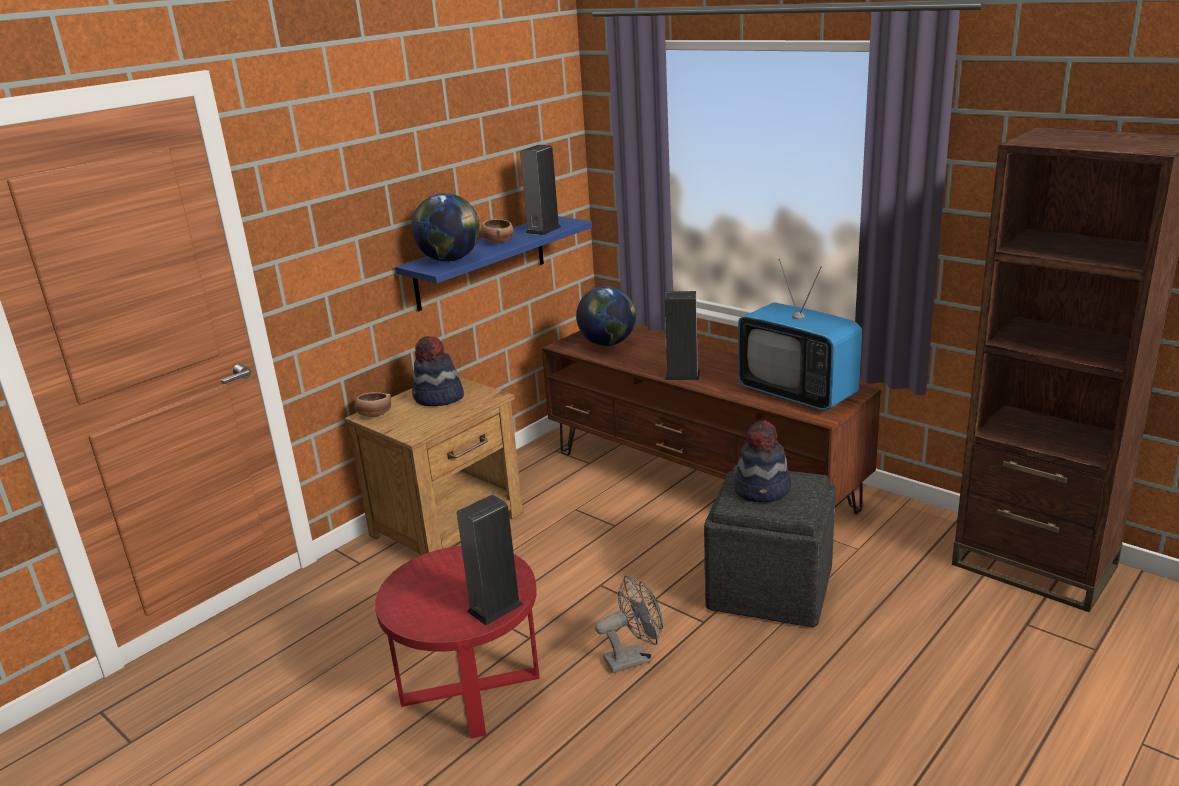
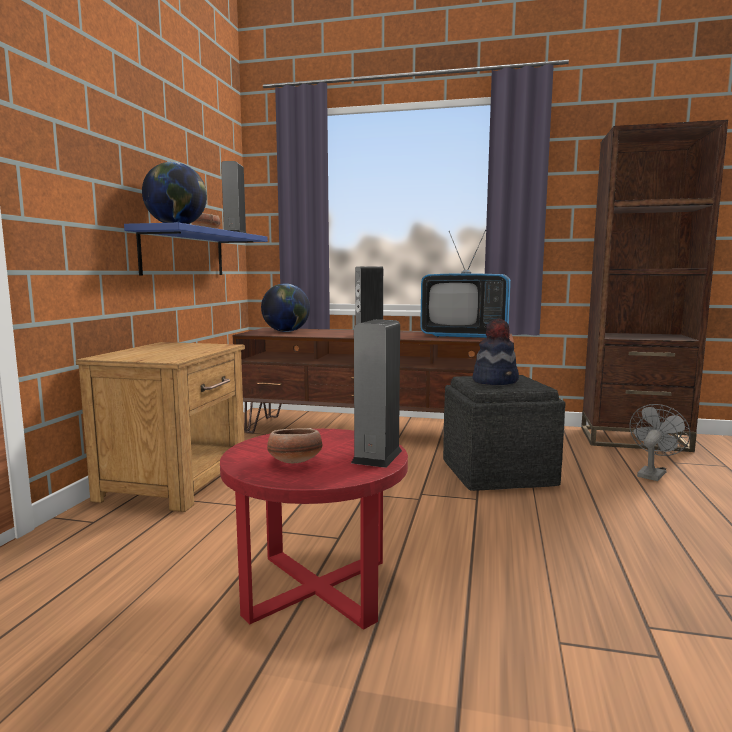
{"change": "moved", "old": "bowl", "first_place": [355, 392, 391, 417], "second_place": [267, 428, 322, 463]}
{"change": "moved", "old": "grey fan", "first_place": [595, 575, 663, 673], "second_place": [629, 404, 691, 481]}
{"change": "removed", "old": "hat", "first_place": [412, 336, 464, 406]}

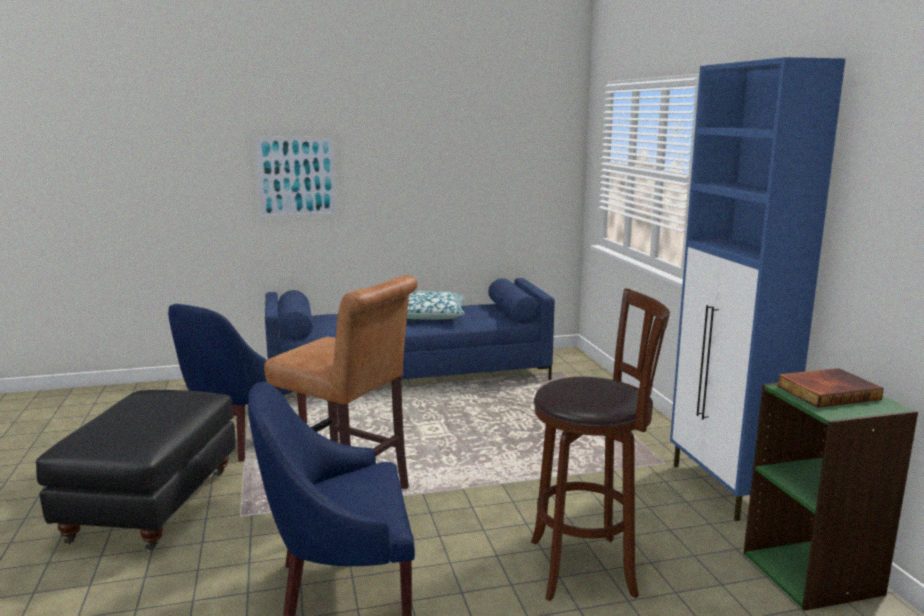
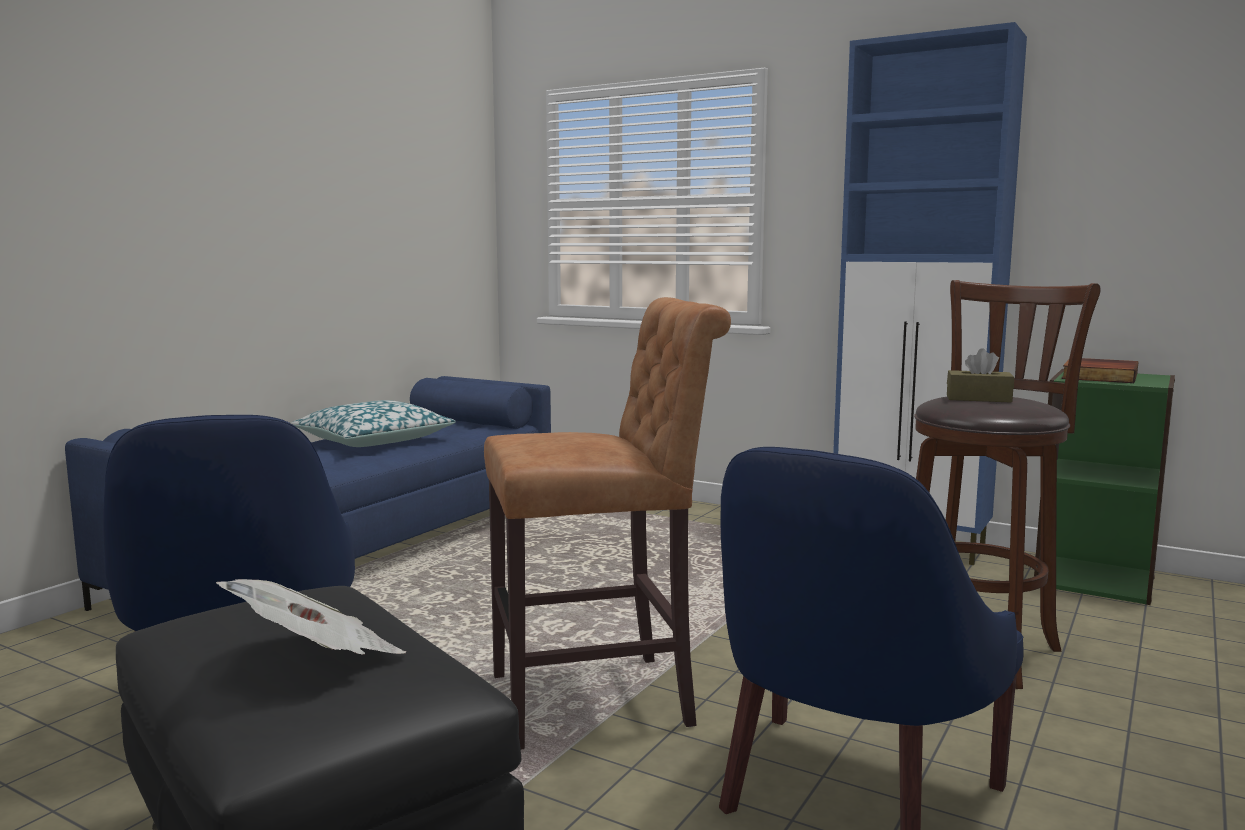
{"change": "added", "new": "newspaper", "second_place": [216, 579, 407, 655]}
{"change": "added", "new": "brown tissue box", "second_place": [947, 348, 1014, 403]}
{"change": "removed", "old": "picture", "first_place": [253, 136, 338, 218]}

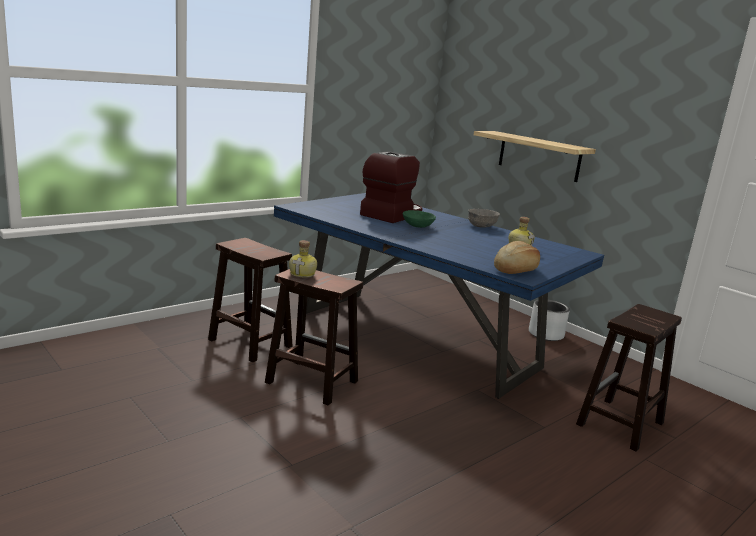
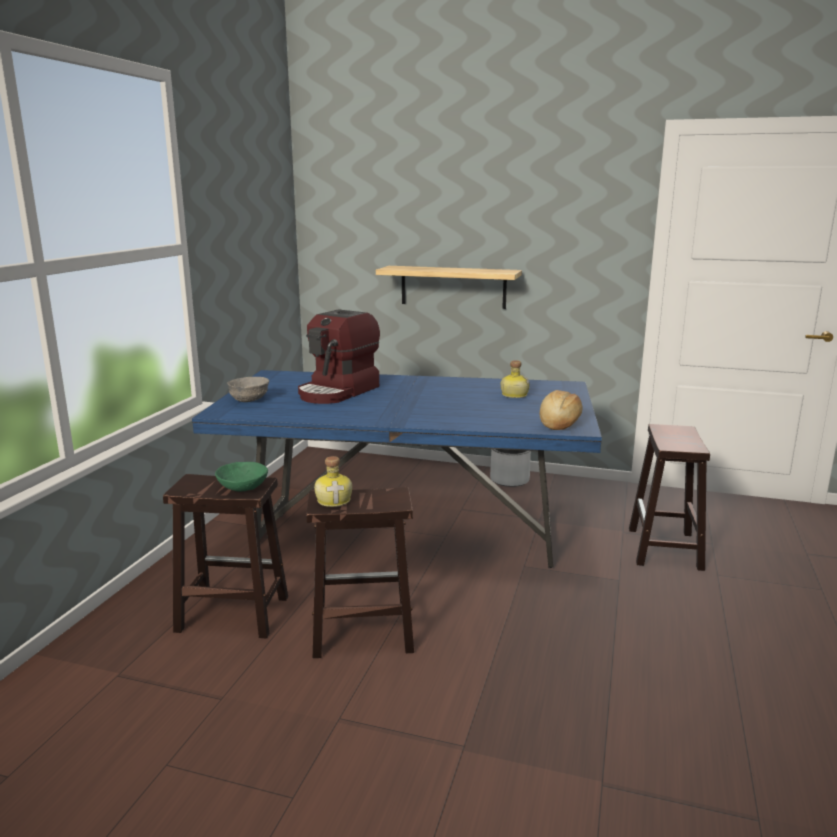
{"change": "moved", "old": "green bowl", "first_place": [403, 210, 436, 228], "second_place": [215, 462, 268, 492]}
{"change": "moved", "old": "grey bowl", "first_place": [468, 209, 500, 227], "second_place": [227, 377, 269, 402]}
{"change": "turned", "old": "coffee machine", "first_place": [360, 151, 422, 223], "second_place": [298, 309, 380, 404], "degrees": -150}

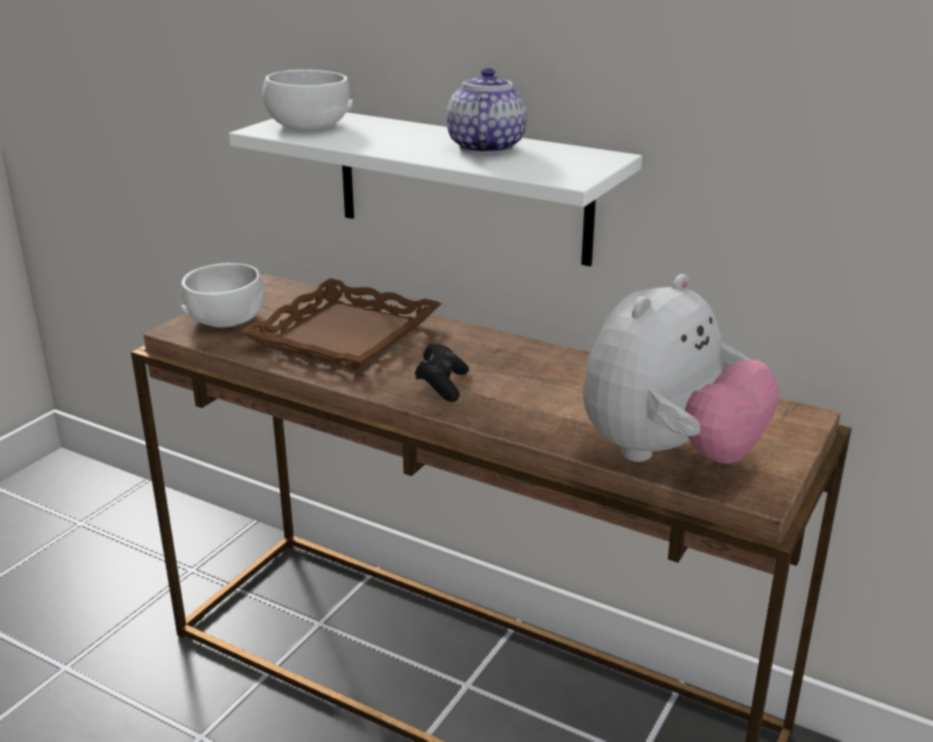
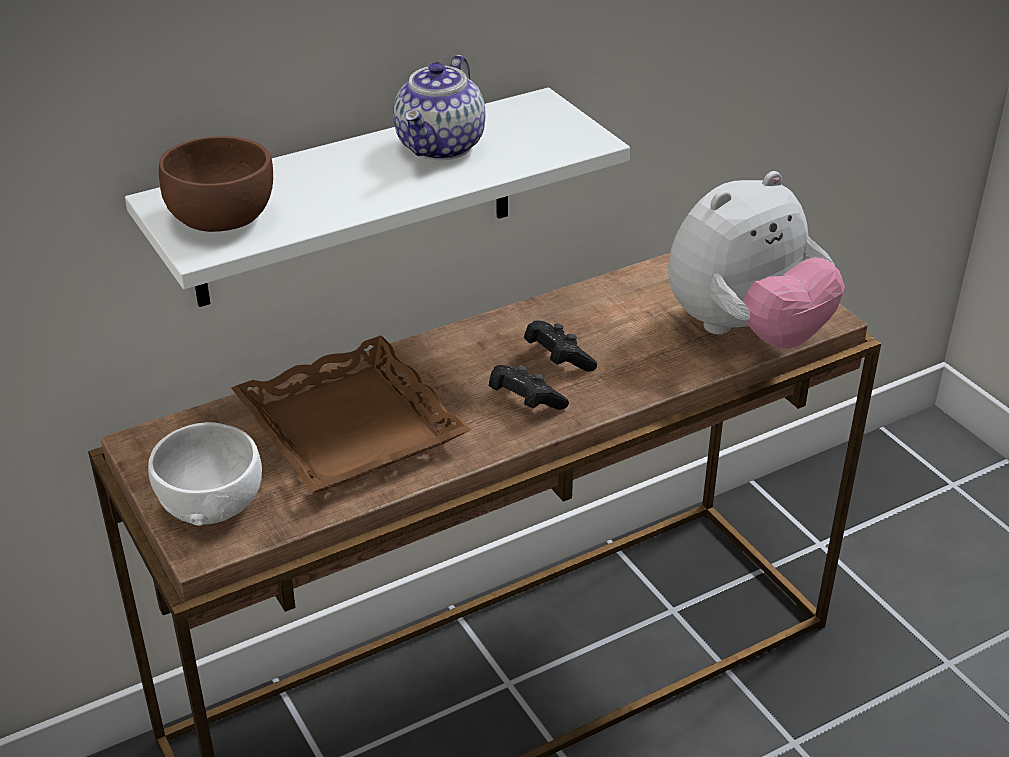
{"change": "recoloured", "old": "white bowl", "new": "brown bowl", "first_place": [262, 70, 353, 130], "second_place": [159, 136, 273, 232]}
{"change": "turned", "old": "teapot", "first_place": [446, 68, 527, 154], "second_place": [393, 55, 485, 160], "degrees": -105}
{"change": "added", "new": "black game controller", "second_place": [524, 320, 597, 371]}
{"change": "turned", "old": "plush toy", "first_place": [583, 274, 780, 464], "second_place": [668, 171, 845, 349], "degrees": 75}

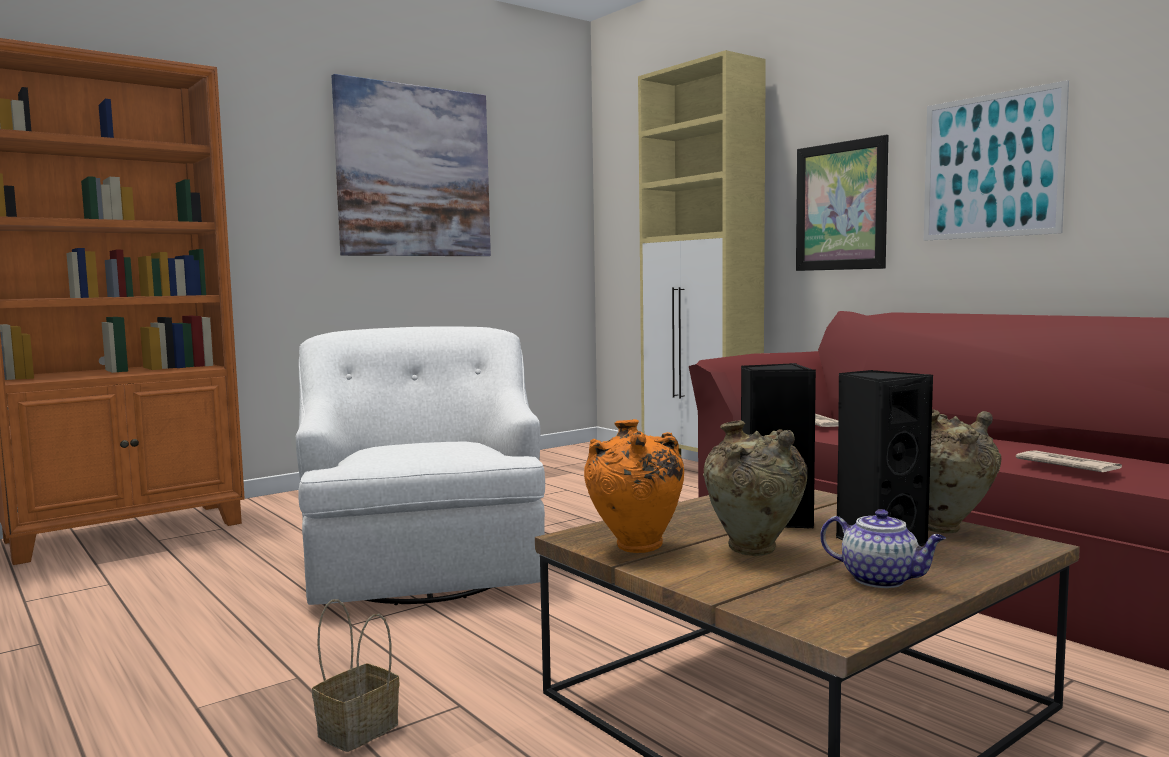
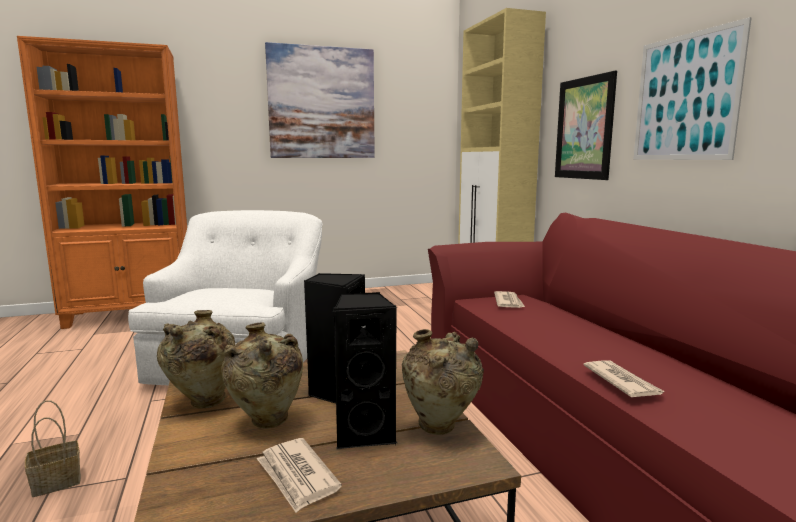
{"change": "recoloured", "old": "orange vase", "new": "beige vase", "first_place": [584, 419, 684, 553], "second_place": [157, 310, 235, 409]}
{"change": "replaced", "old": "teapot", "new": "newspaper", "first_place": [820, 509, 946, 588], "second_place": [257, 438, 342, 513]}

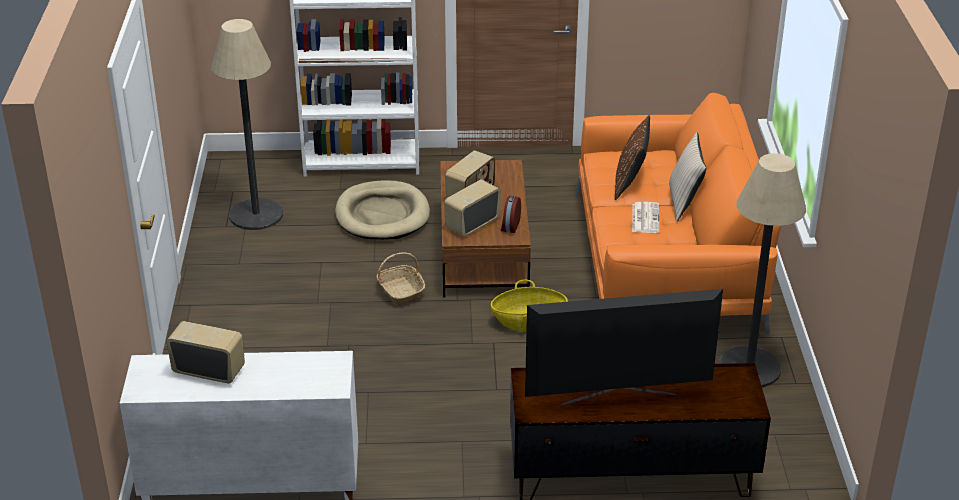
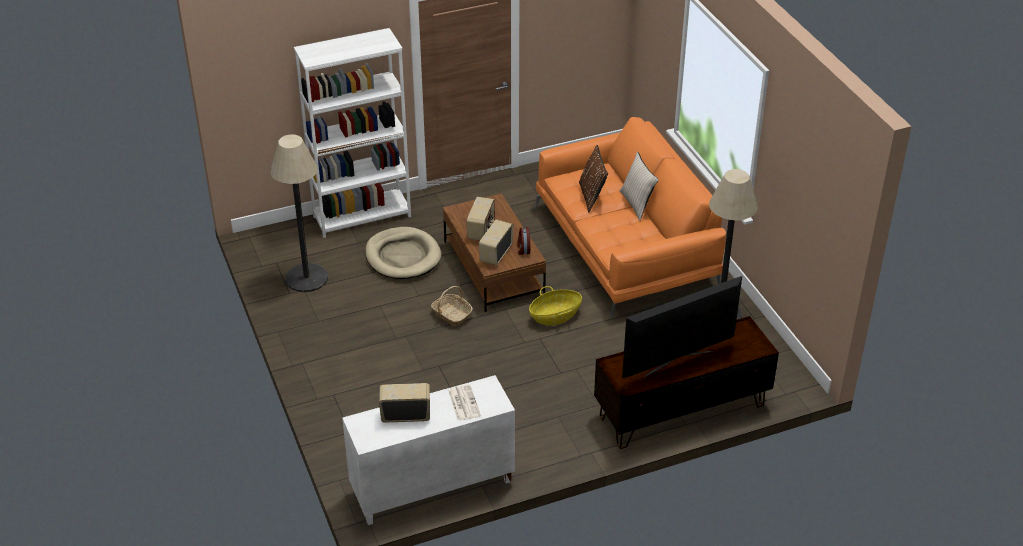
{"change": "moved", "old": "newspaper", "first_place": [632, 202, 659, 233], "second_place": [448, 384, 481, 421]}

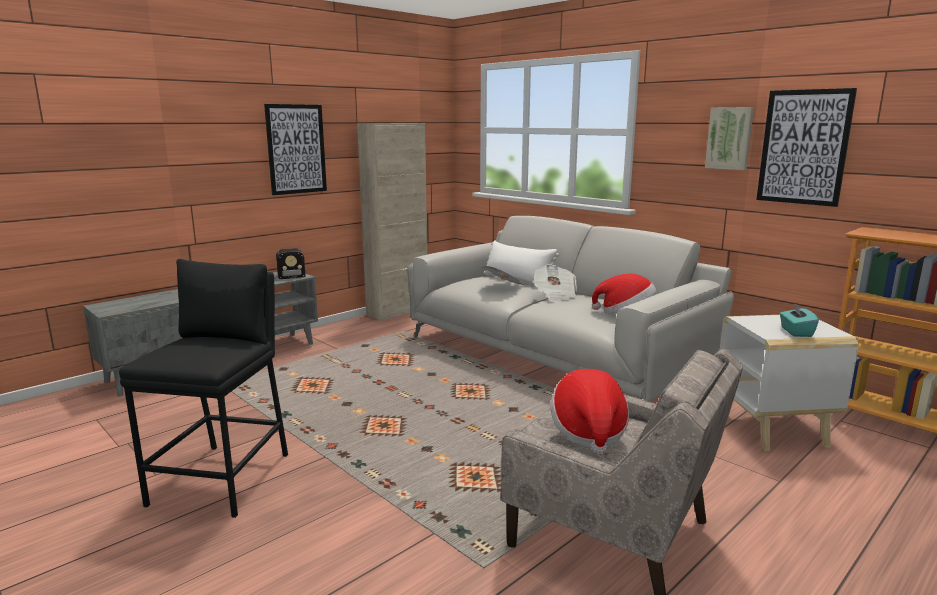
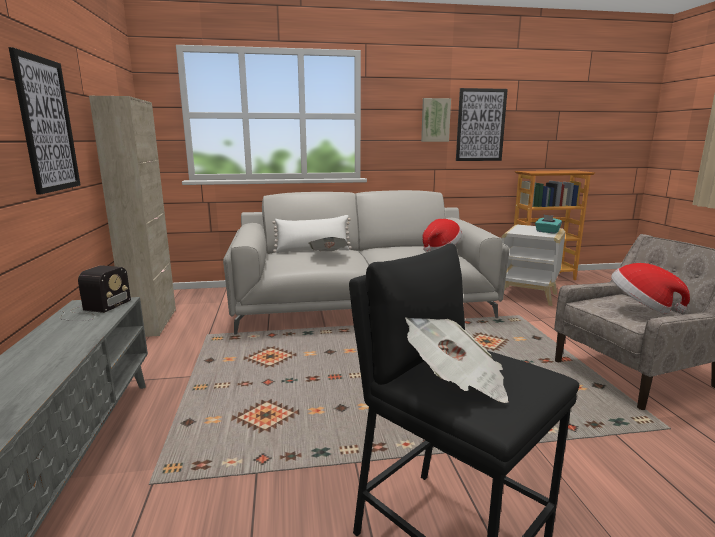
{"change": "moved", "old": "newspaper", "first_place": [533, 264, 577, 302], "second_place": [405, 317, 509, 403]}

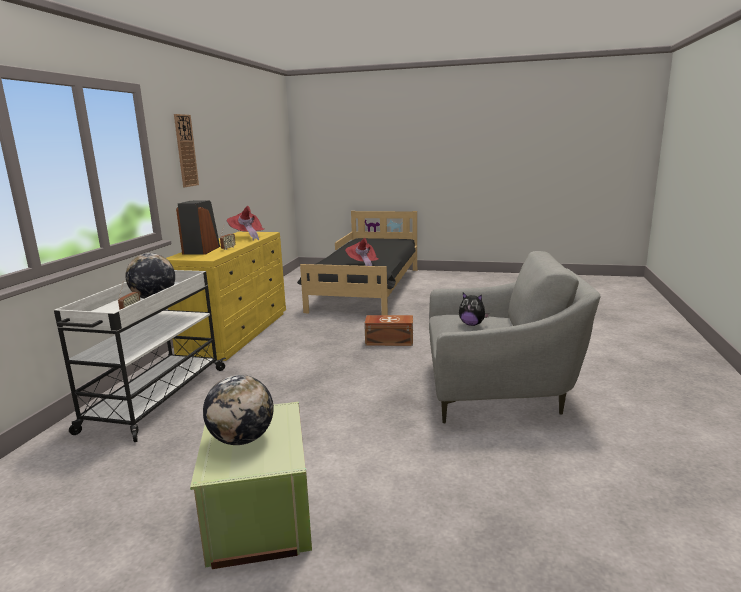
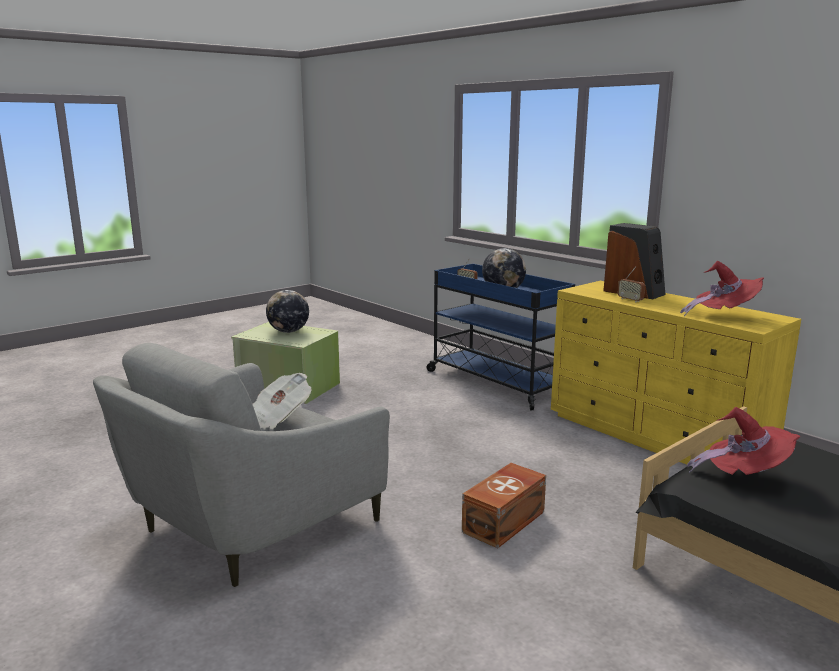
{"change": "replaced", "old": "plush toy", "new": "newspaper", "first_place": [459, 293, 489, 326], "second_place": [253, 373, 311, 429]}
{"change": "recoloured", "old": "white cart", "new": "blue cart", "first_place": [54, 270, 226, 442], "second_place": [427, 264, 575, 410]}
{"change": "removed", "old": "wall clock", "first_place": [174, 114, 199, 187]}

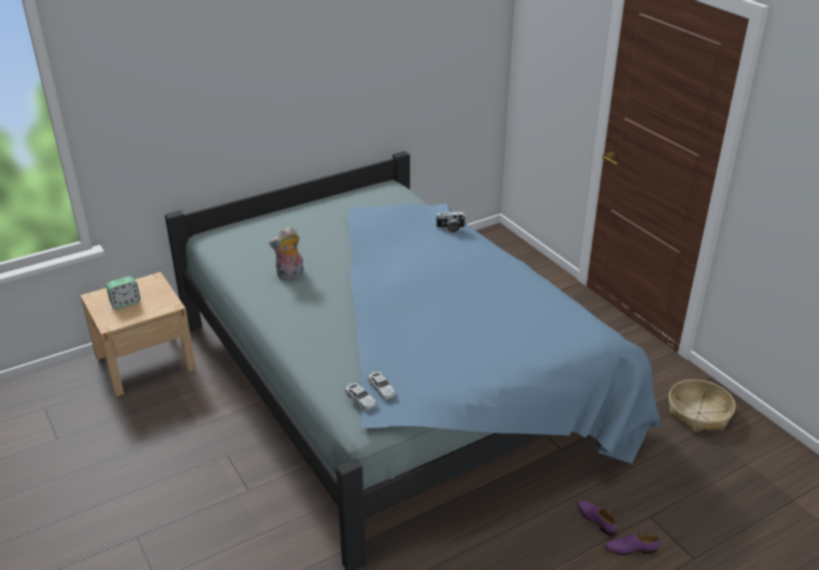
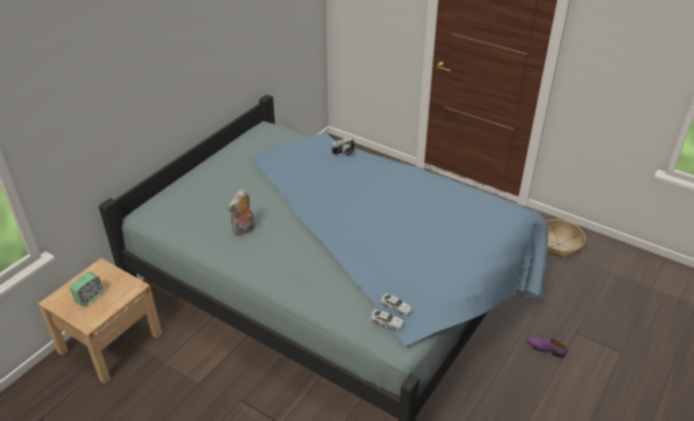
{"change": "removed", "old": "purple shoe", "first_place": [605, 533, 660, 556]}

